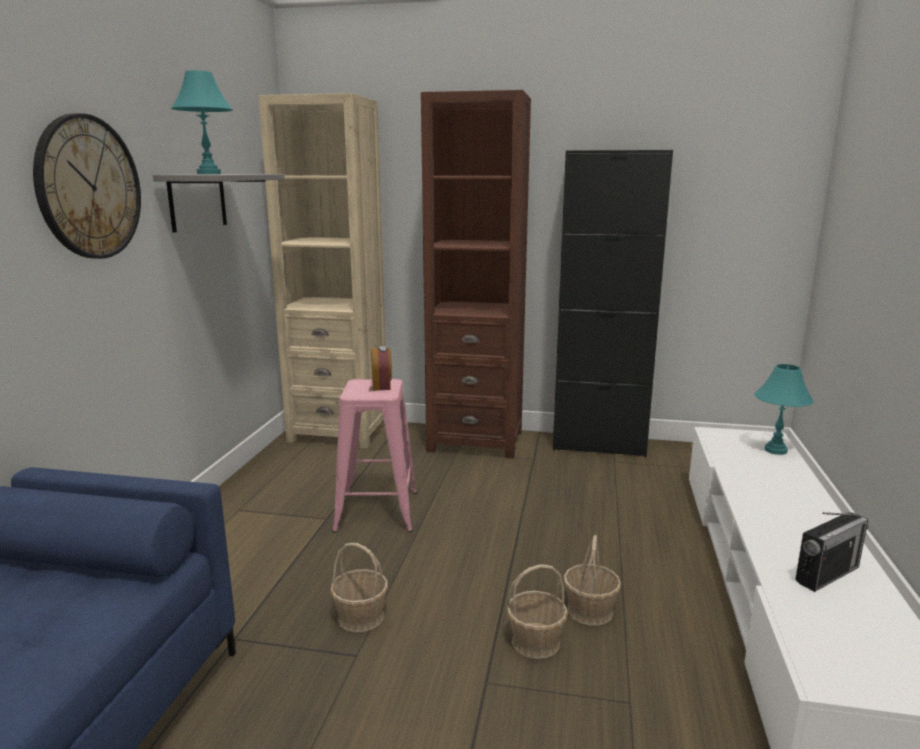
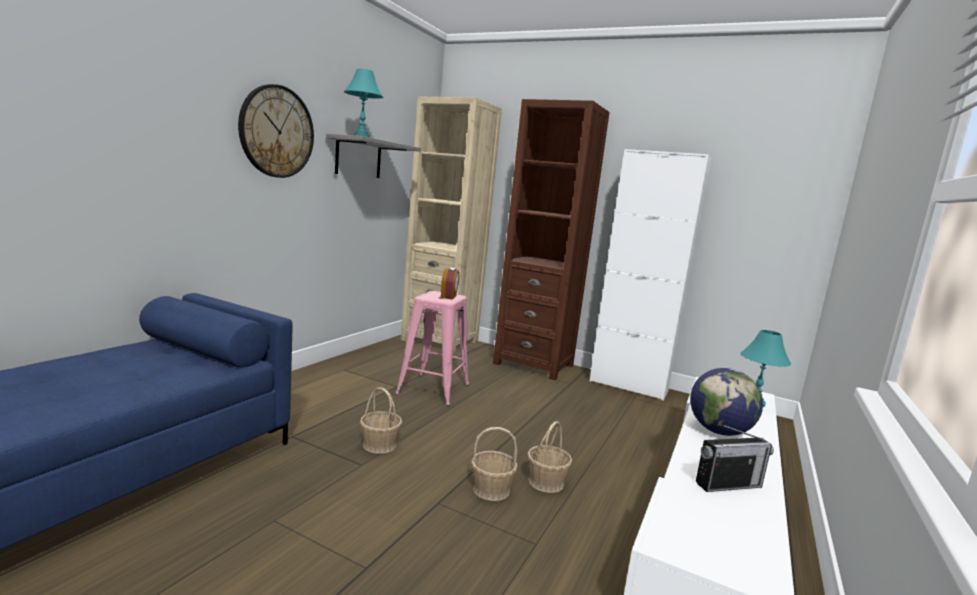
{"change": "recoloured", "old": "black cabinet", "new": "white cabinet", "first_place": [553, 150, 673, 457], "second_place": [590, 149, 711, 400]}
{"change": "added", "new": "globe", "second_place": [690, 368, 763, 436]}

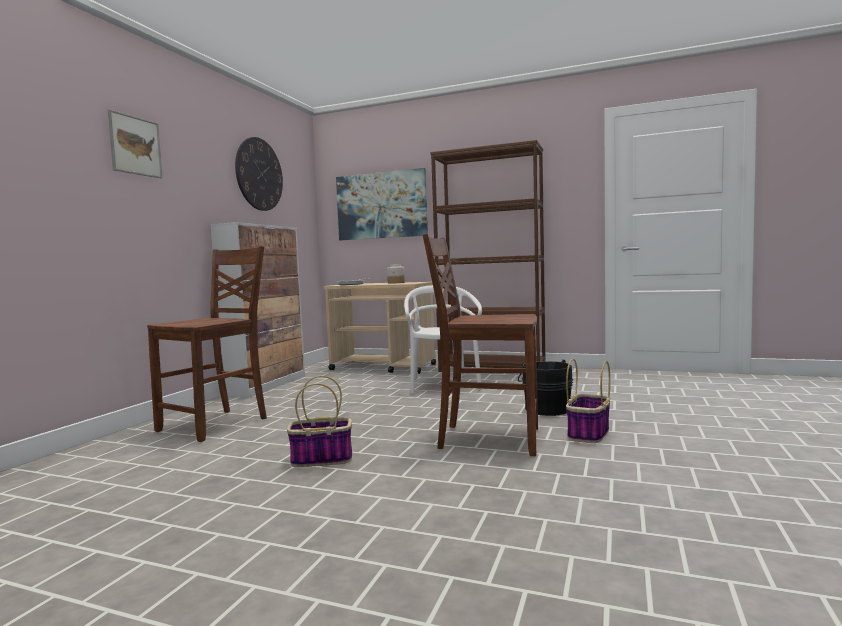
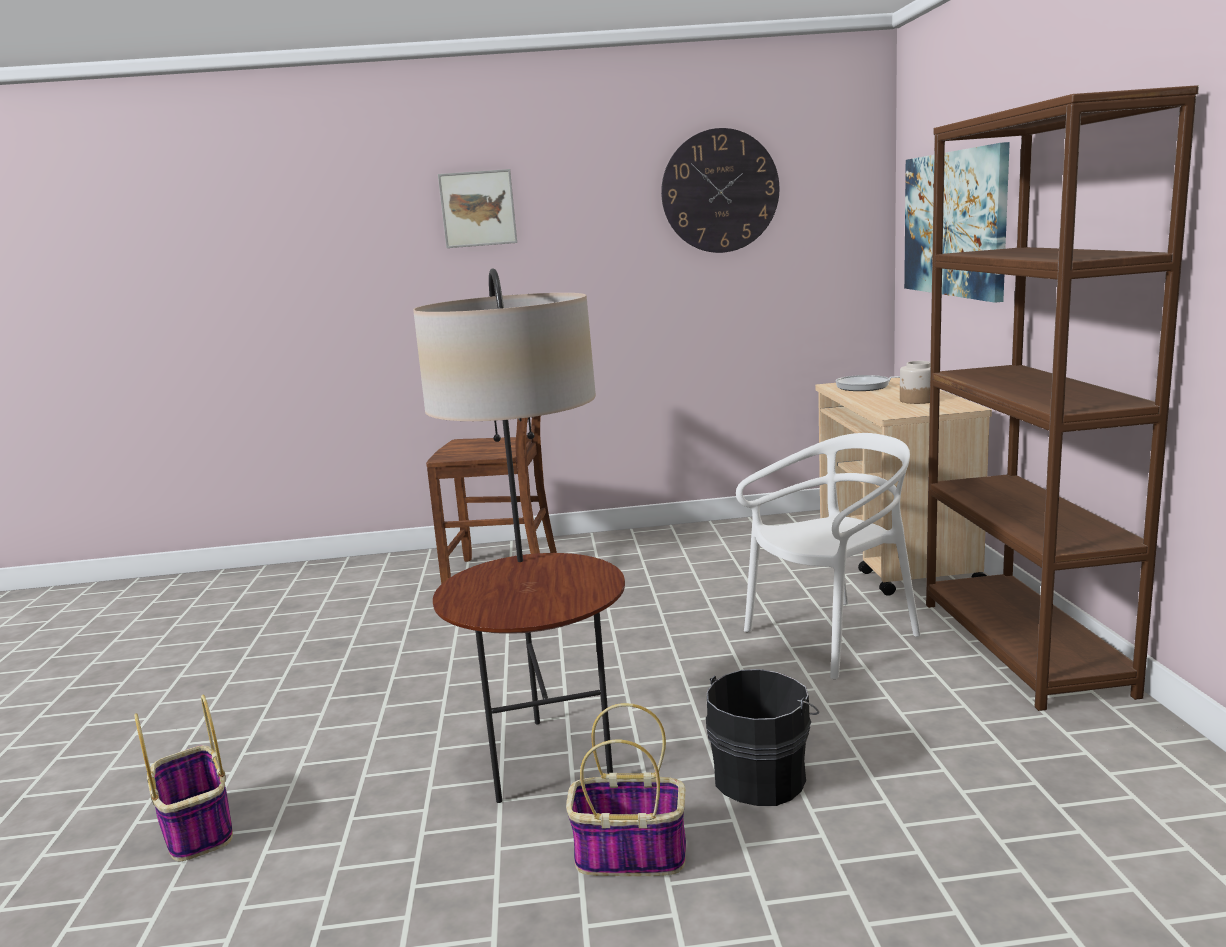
{"change": "moved", "old": "basket", "first_place": [287, 375, 352, 467], "second_place": [134, 694, 233, 861]}
{"change": "replaced", "old": "brown chair", "new": "floor lamp", "first_place": [423, 234, 538, 456], "second_place": [413, 268, 625, 803]}
{"change": "removed", "old": "cabinet", "first_place": [210, 222, 305, 398]}

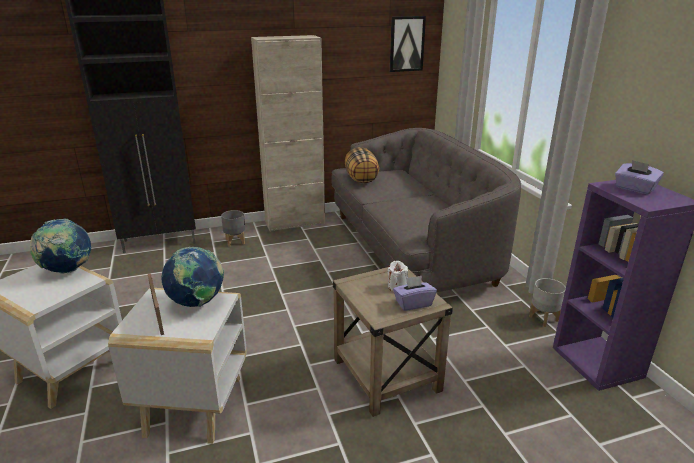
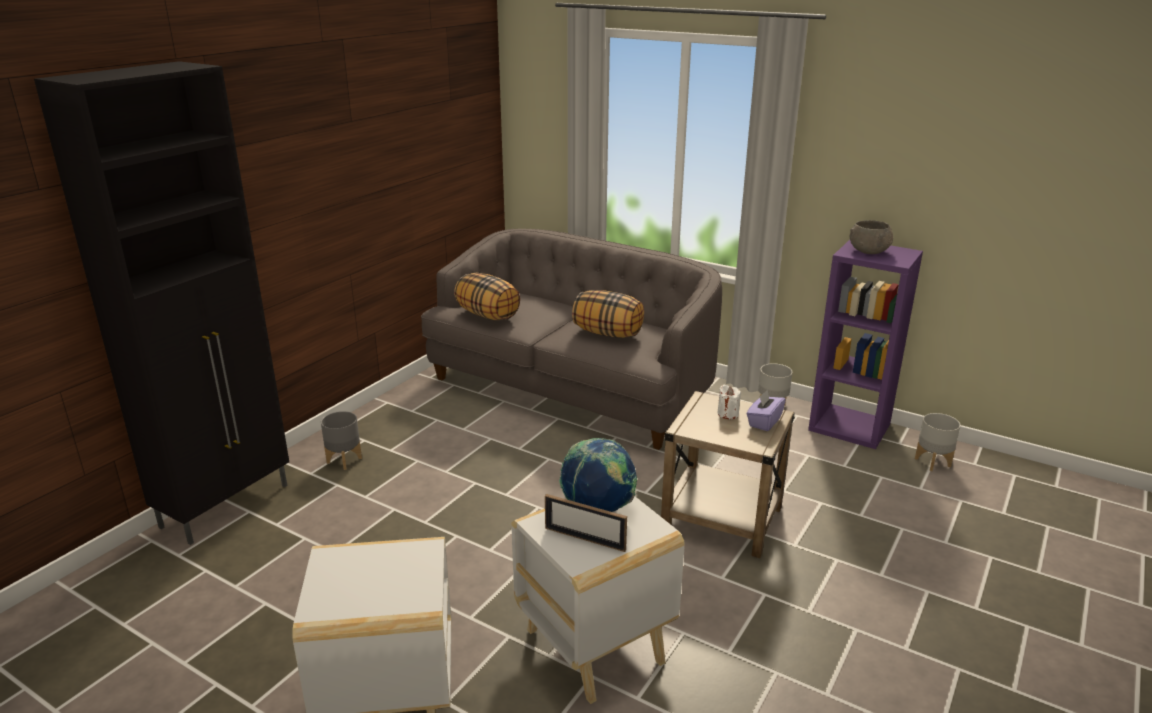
{"change": "added", "new": "pillow", "second_place": [572, 290, 644, 338]}
{"change": "replaced", "old": "purple tissue box", "new": "grey bowl", "first_place": [615, 160, 664, 195], "second_place": [850, 220, 893, 254]}
{"change": "added", "new": "grey planter", "second_place": [915, 413, 961, 471]}
{"change": "removed", "old": "globe", "first_place": [30, 219, 91, 274]}
{"change": "removed", "old": "beige cabinet", "first_place": [251, 35, 325, 232]}
{"change": "removed", "old": "picture", "first_place": [390, 16, 426, 72]}

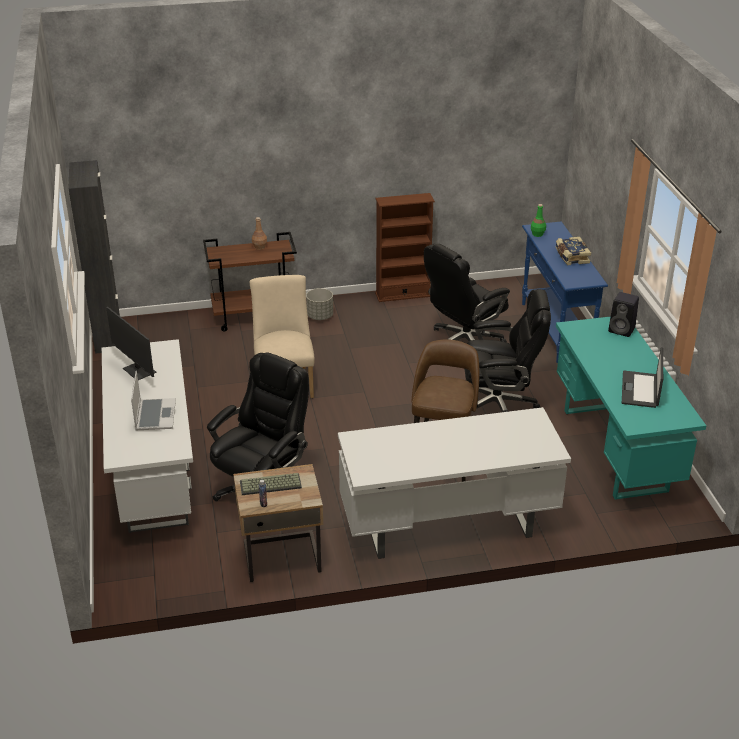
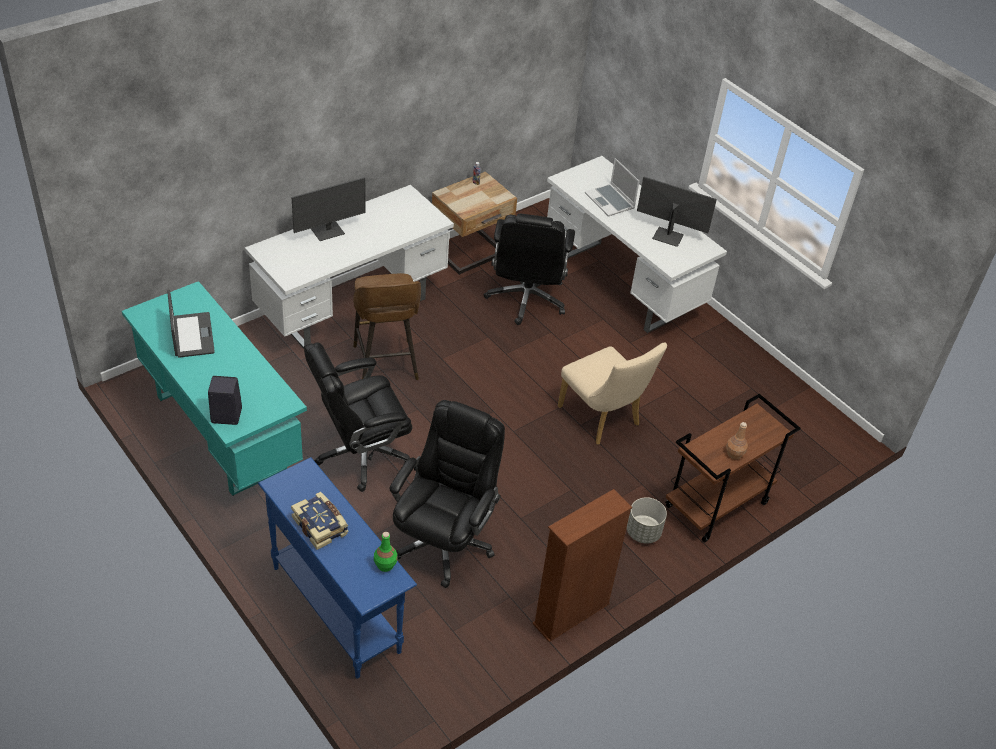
{"change": "added", "new": "monitor", "second_place": [292, 177, 366, 241]}
{"change": "removed", "old": "black cabinet", "first_place": [68, 160, 120, 354]}
{"change": "removed", "old": "keyboard", "first_place": [240, 473, 302, 495]}

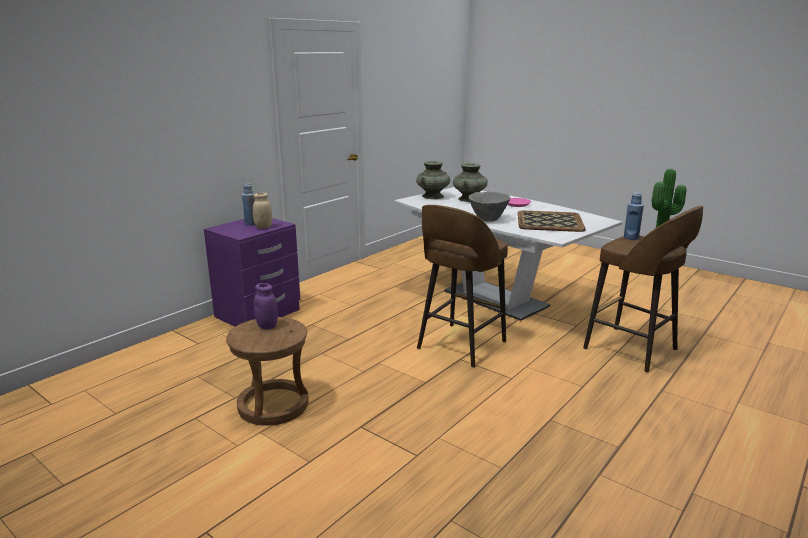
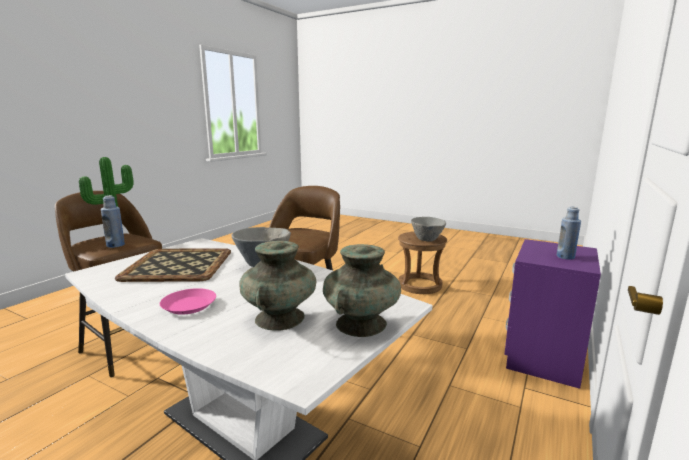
{"change": "replaced", "old": "purple jar", "new": "grey bowl", "first_place": [254, 283, 278, 329], "second_place": [411, 217, 446, 242]}
{"change": "removed", "old": "beige jar", "first_place": [253, 193, 272, 228]}

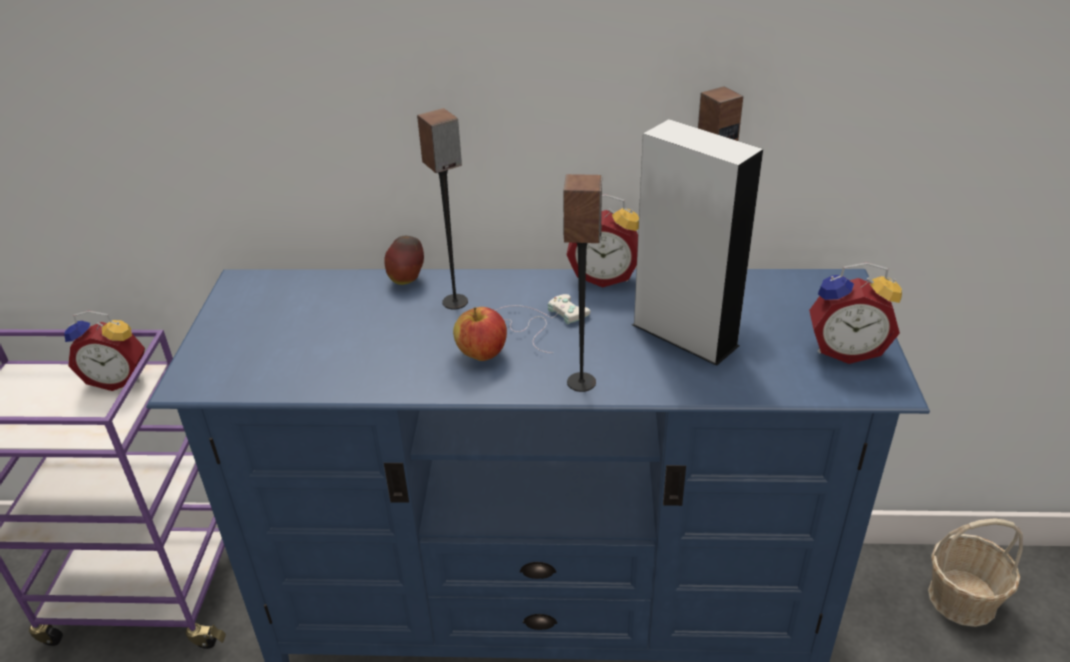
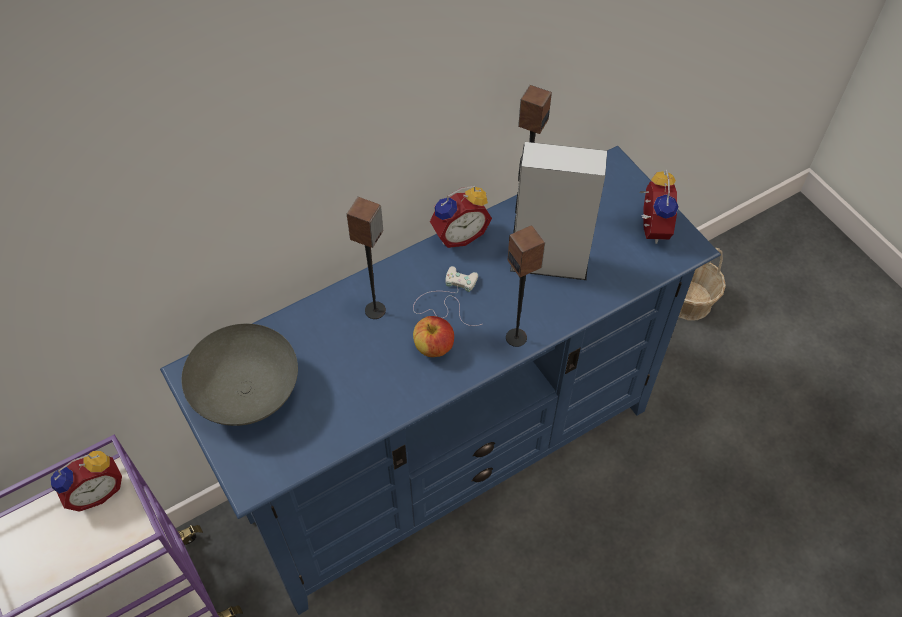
{"change": "added", "new": "grey bowl", "second_place": [181, 324, 298, 426]}
{"change": "turned", "old": "alarm clock", "first_place": [809, 262, 902, 364], "second_place": [639, 170, 679, 244], "degrees": -60}
{"change": "removed", "old": "apple", "first_place": [384, 236, 424, 285]}

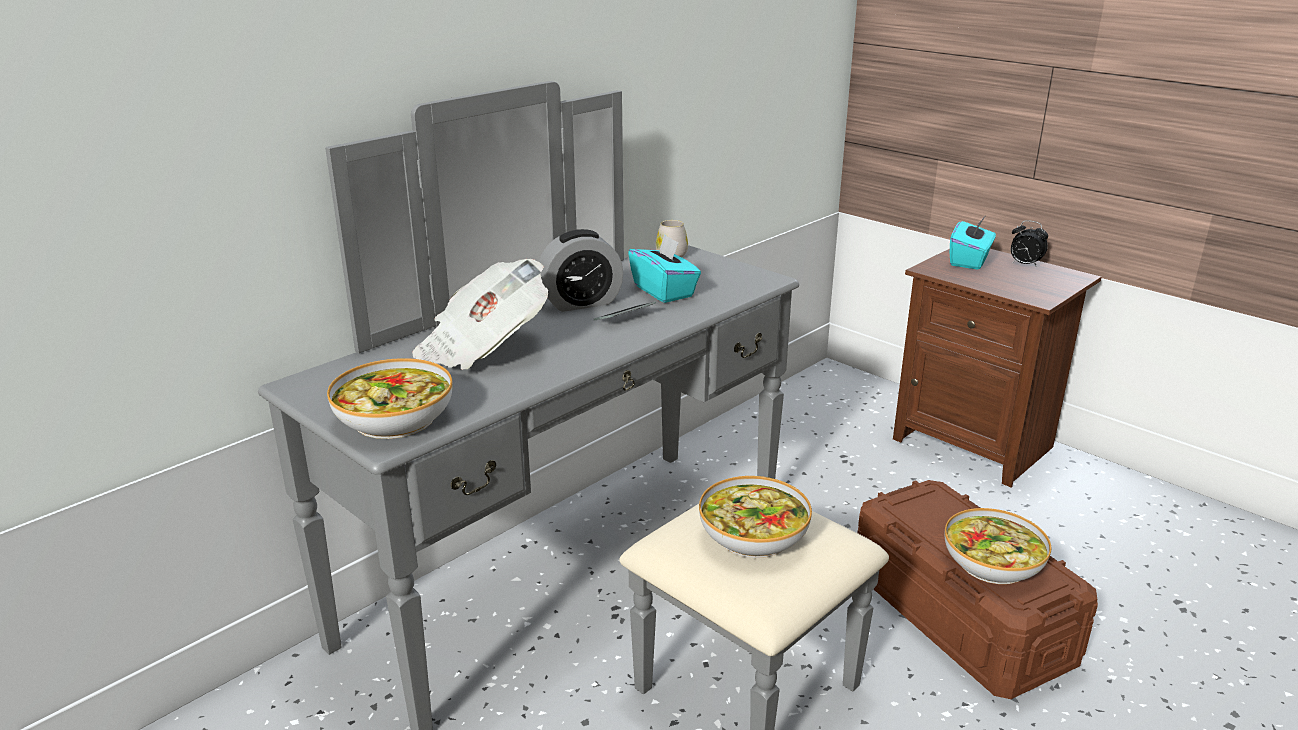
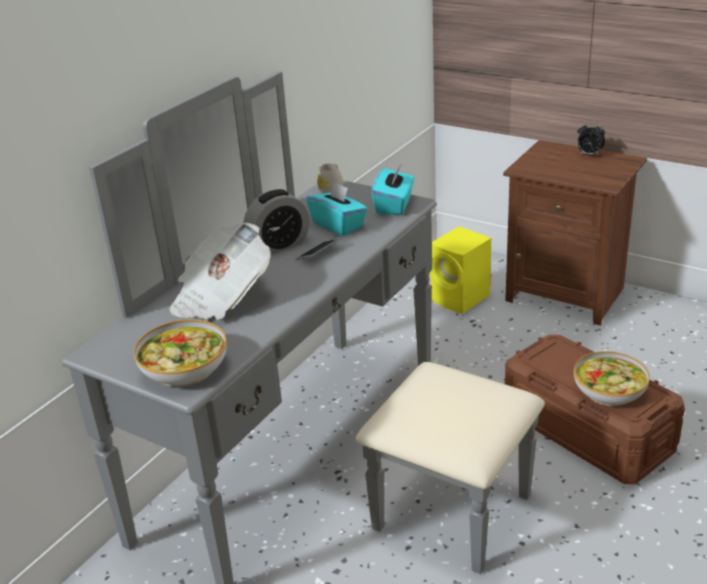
{"change": "moved", "old": "turquoise tissue box", "first_place": [950, 217, 996, 270], "second_place": [371, 165, 414, 215]}
{"change": "added", "new": "yellow speaker", "second_place": [429, 226, 491, 314]}
{"change": "removed", "old": "bowl", "first_place": [699, 476, 812, 558]}

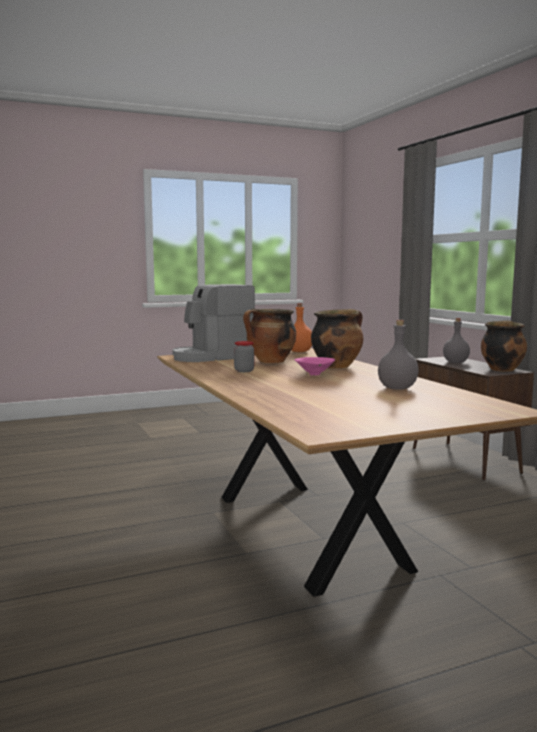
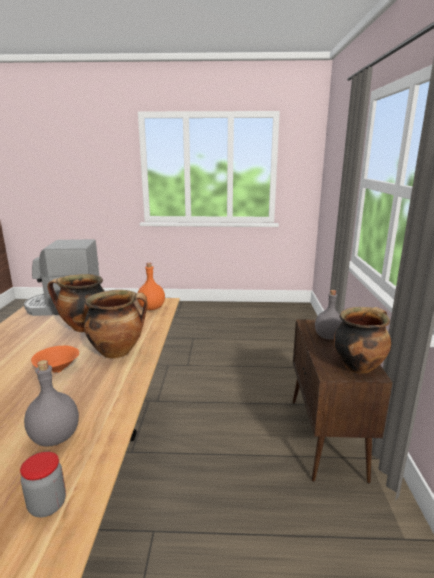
{"change": "moved", "old": "jar", "first_place": [234, 341, 254, 372], "second_place": [20, 452, 66, 517]}
{"change": "recoloured", "old": "pink bowl", "new": "orange bowl", "first_place": [295, 357, 335, 376], "second_place": [31, 346, 79, 373]}

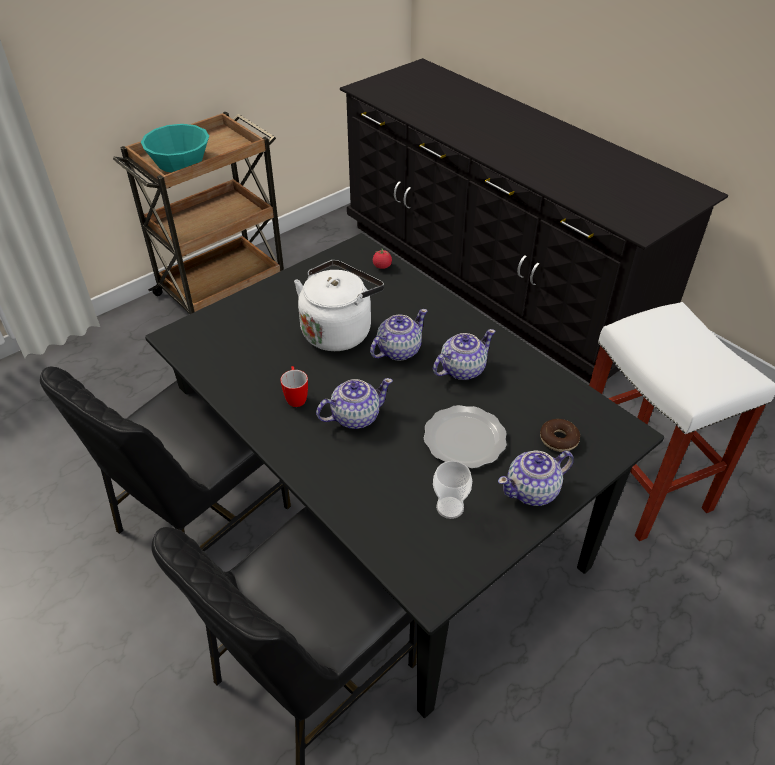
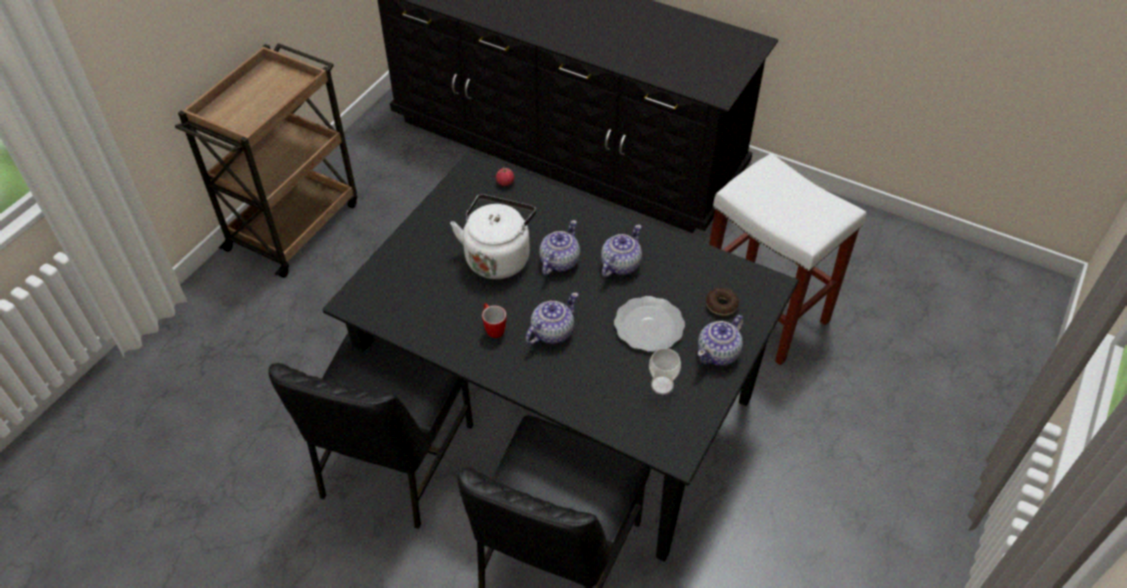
{"change": "removed", "old": "turquoise bowl", "first_place": [141, 124, 209, 172]}

